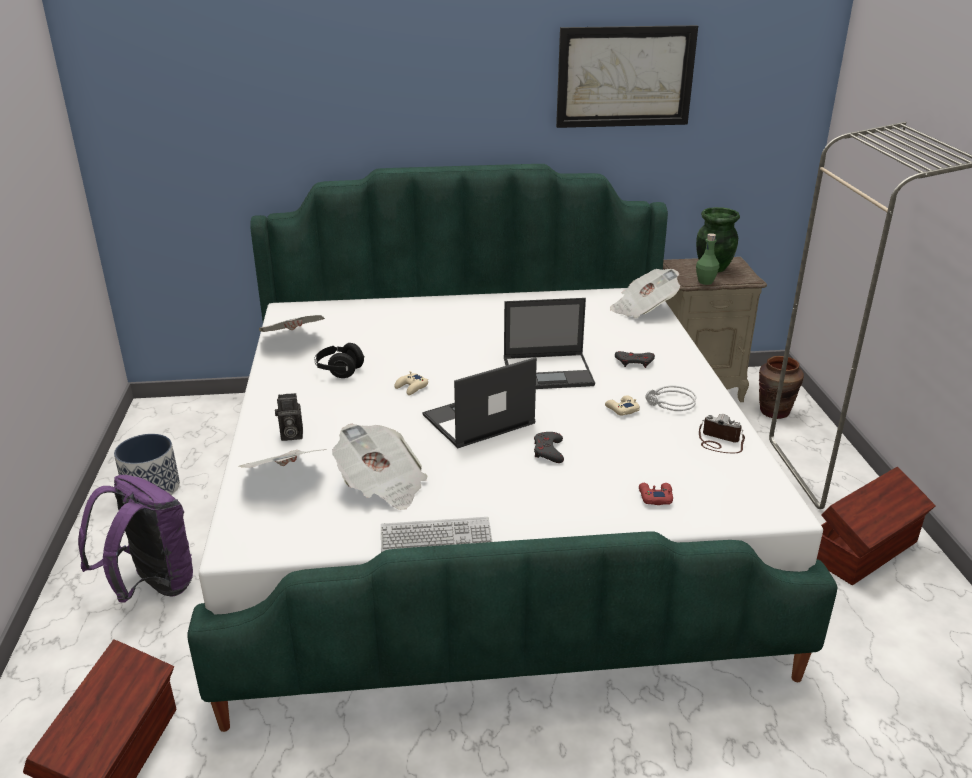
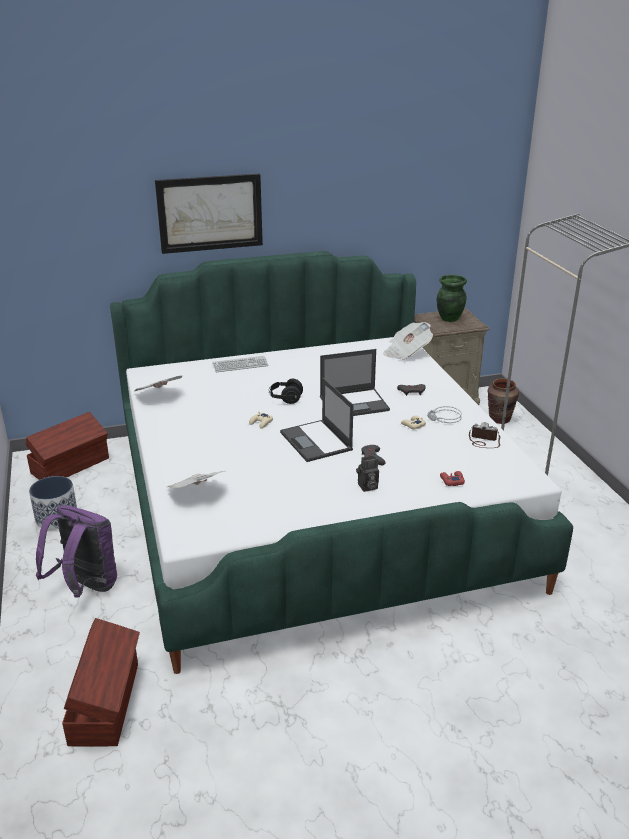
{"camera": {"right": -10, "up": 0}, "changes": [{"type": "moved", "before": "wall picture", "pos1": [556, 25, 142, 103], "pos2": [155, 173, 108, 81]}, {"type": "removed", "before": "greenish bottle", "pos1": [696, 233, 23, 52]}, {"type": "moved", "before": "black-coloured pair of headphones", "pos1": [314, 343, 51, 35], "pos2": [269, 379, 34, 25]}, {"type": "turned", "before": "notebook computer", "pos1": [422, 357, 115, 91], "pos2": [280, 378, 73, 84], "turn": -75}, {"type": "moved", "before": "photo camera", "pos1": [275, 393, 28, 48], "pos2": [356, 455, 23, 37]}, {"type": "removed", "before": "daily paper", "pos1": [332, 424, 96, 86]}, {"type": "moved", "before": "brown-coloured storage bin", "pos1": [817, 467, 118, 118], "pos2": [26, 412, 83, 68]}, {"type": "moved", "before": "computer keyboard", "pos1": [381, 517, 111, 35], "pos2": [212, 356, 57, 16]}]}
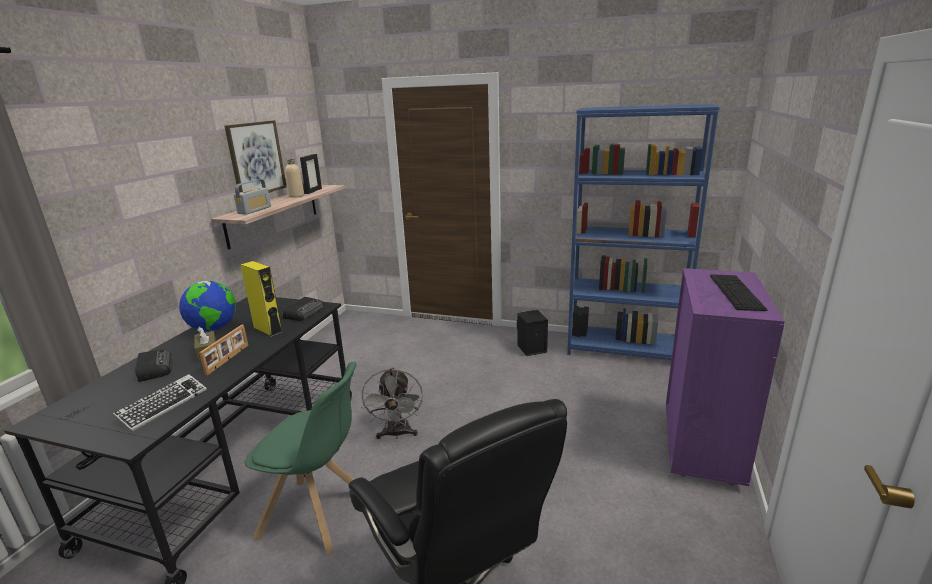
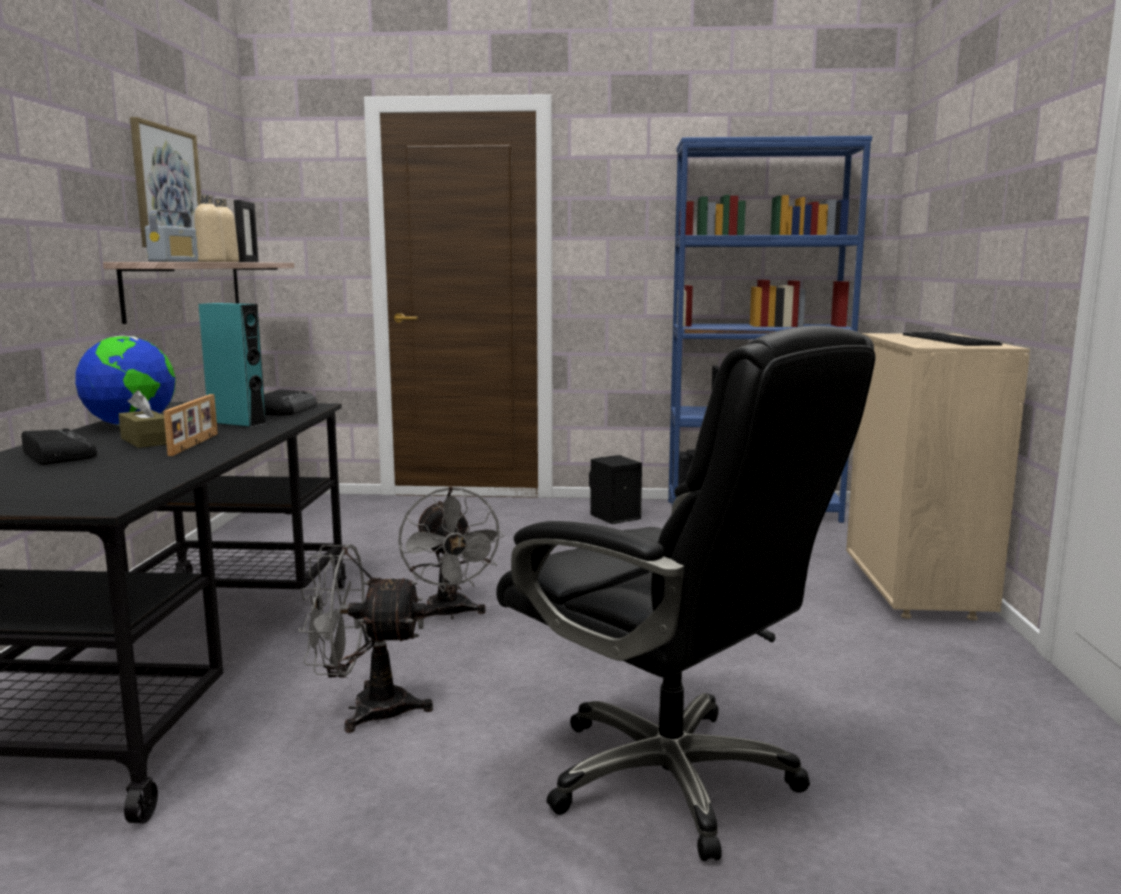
{"camera": {"right": -15, "up": -10}, "changes": [{"type": "recoloured", "before": "yellow-coloured loudspeaker", "after": "turquoise loudspeaker", "pos1": [240, 261, 43, 76], "pos2": [199, 303, 68, 124]}, {"type": "recoloured", "before": "purplish cabinet", "after": "beige cabinet", "pos1": [666, 268, 119, 218], "pos2": [846, 333, 184, 287]}, {"type": "replaced", "before": "greenish upright chair", "after": "greyish cooling fan", "pos1": [245, 362, 112, 193], "pos2": [298, 544, 135, 189]}, {"type": "removed", "before": "computer keyboard", "pos1": [113, 374, 94, 58]}, {"type": "added", "after": "beige bottle", "pos2": [194, 195, 32, 67]}]}
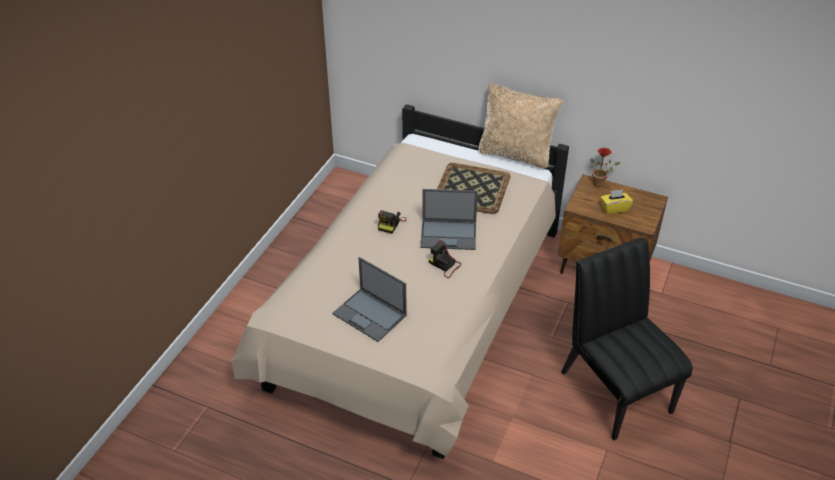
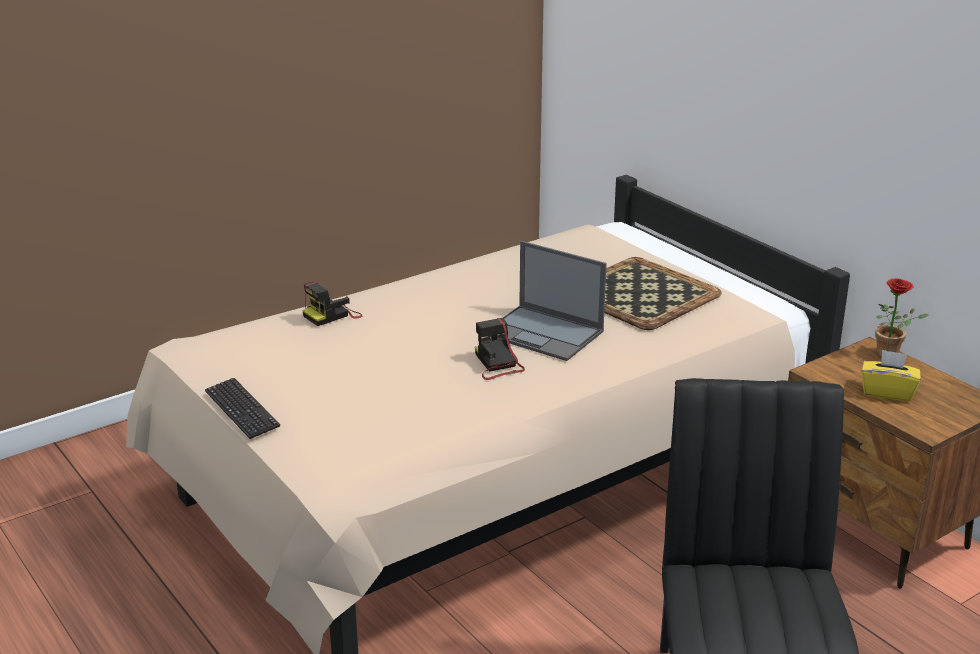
{"camera": {"right": 30, "up": -15}, "changes": [{"type": "removed", "before": "beige cushion", "pos1": [479, 83, 84, 86]}, {"type": "moved", "before": "photo camera", "pos1": [378, 210, 29, 24], "pos2": [302, 282, 61, 44]}, {"type": "removed", "before": "notebook computer", "pos1": [332, 257, 75, 85]}, {"type": "added", "after": "computer keyboard", "pos2": [205, 378, 75, 61]}]}
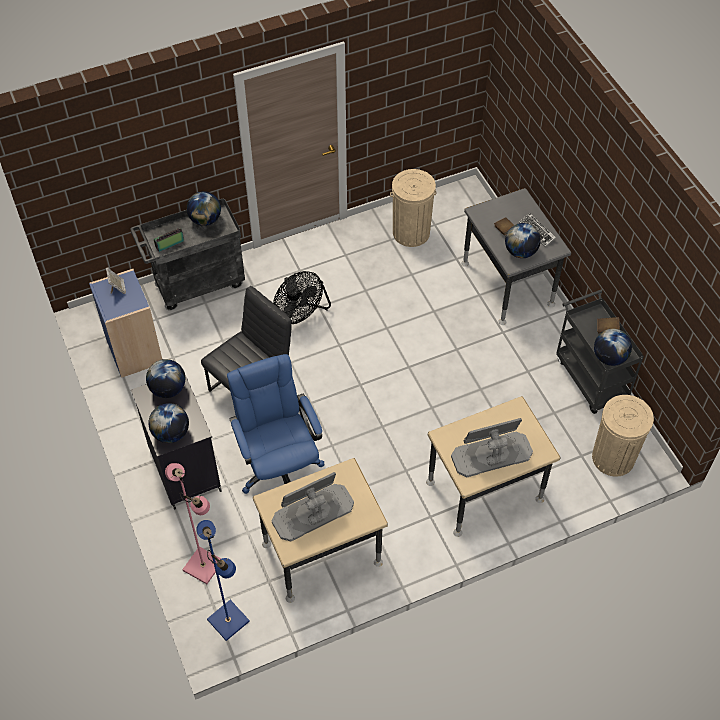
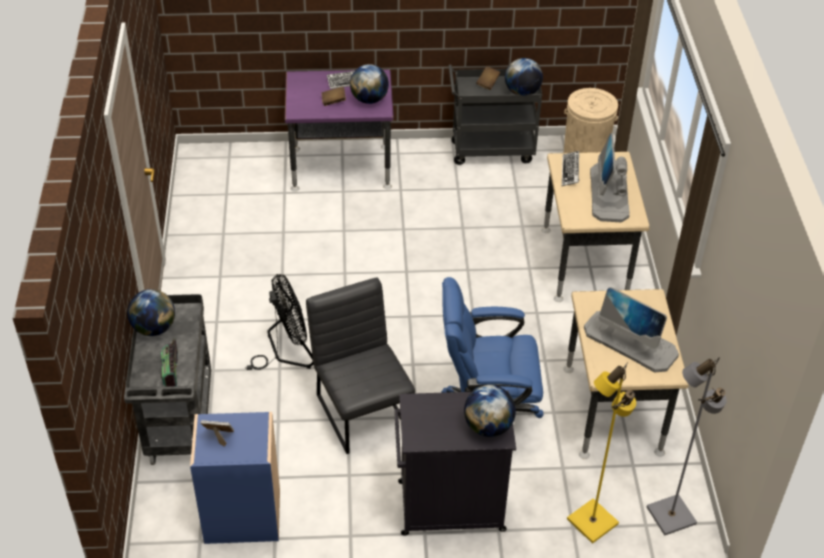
{"camera": {"right": -70, "up": -10}, "changes": [{"type": "removed", "before": "beige rubbish bin", "pos1": [390, 169, 46, 78]}, {"type": "recoloured", "before": "greyish desk unit", "after": "purplish desk unit", "pos1": [461, 188, 110, 137], "pos2": [285, 70, 109, 122]}, {"type": "removed", "before": "world globe", "pos1": [146, 359, 39, 39]}, {"type": "recoloured", "before": "pinkish standard lamp", "after": "yellow-coloured standard lamp", "pos1": [165, 463, 56, 121], "pos2": [567, 362, 69, 182]}, {"type": "turned", "before": "computer display", "pos1": [272, 472, 82, 69], "pos2": [584, 287, 95, 85], "turn": -45}, {"type": "recoloured", "before": "blue-coloured standard lamp", "after": "greyish standard lamp", "pos1": [196, 520, 54, 121], "pos2": [647, 358, 80, 177]}, {"type": "added", "after": "computer keyboard", "pos2": [562, 151, 18, 35]}]}
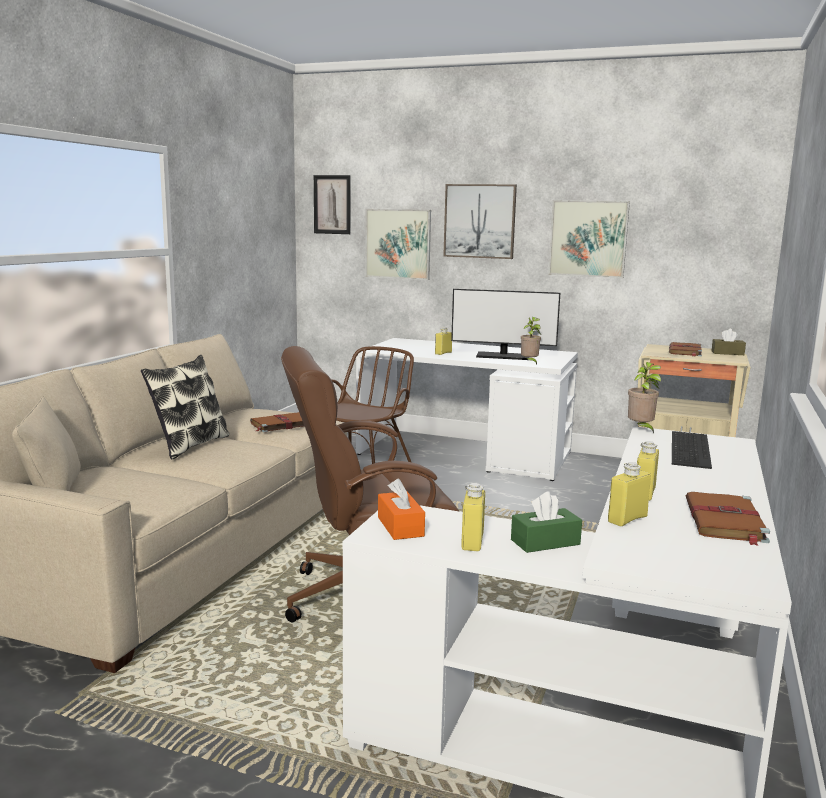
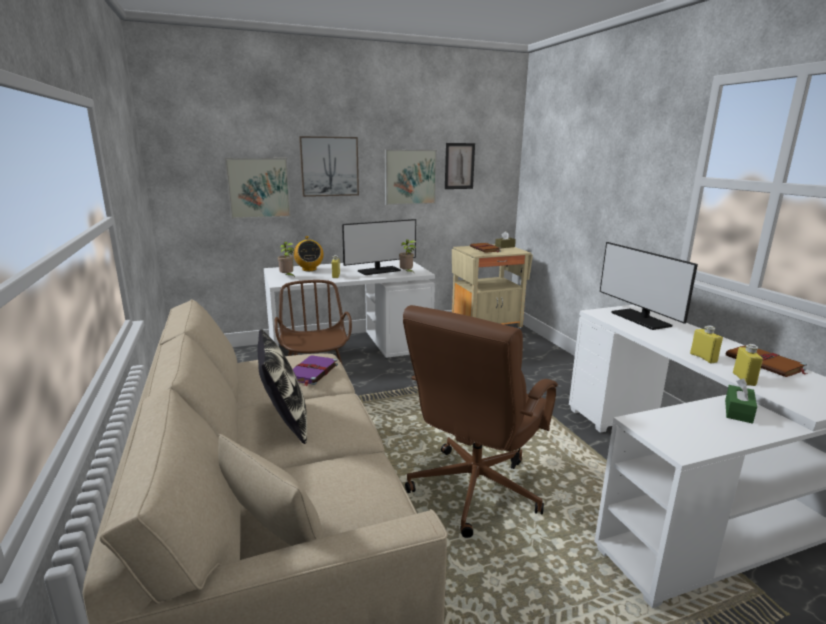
{"camera": {"right": -40, "up": 5}, "changes": [{"type": "moved", "before": "wall picture", "pos1": [314, 175, 37, 59], "pos2": [445, 143, 30, 46]}, {"type": "moved", "before": "houseplant", "pos1": [628, 362, 33, 72], "pos2": [278, 242, 17, 35]}, {"type": "recoloured", "before": "brown-coloured volume", "after": "purplish volume", "pos1": [250, 412, 54, 20], "pos2": [293, 355, 45, 31]}, {"type": "replaced", "before": "computer keyboard", "after": "computer display", "pos1": [672, 431, 40, 38], "pos2": [600, 242, 98, 88]}, {"type": "removed", "before": "orangey box of tissues", "pos1": [378, 479, 47, 61]}, {"type": "removed", "before": "yellow-coloured bottle", "pos1": [461, 483, 24, 68]}, {"type": "added", "after": "radio receiver", "pos2": [294, 236, 29, 35]}]}
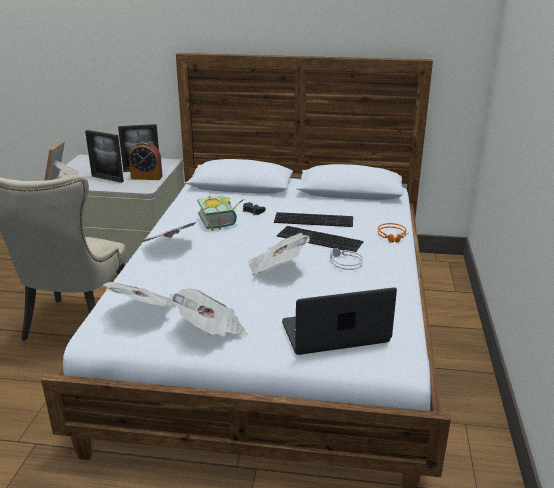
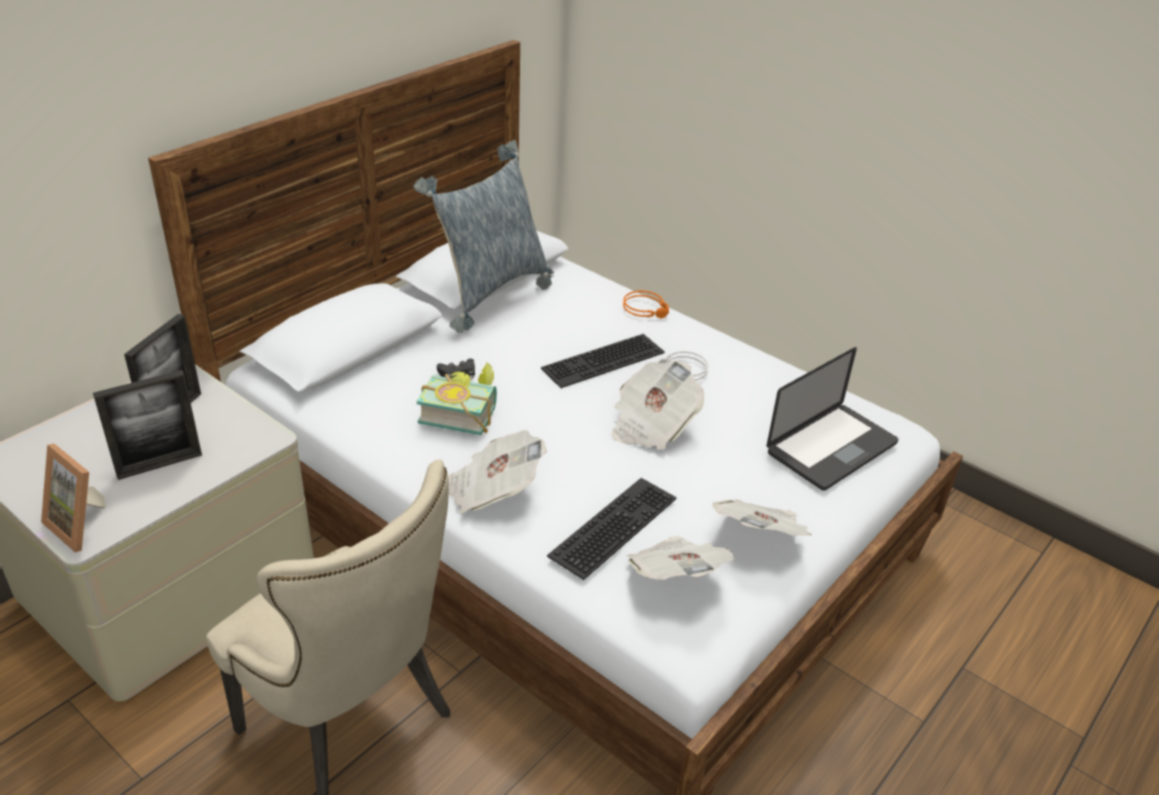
{"camera": {"right": -60, "up": 10}, "changes": [{"type": "removed", "before": "table clock", "pos1": [129, 141, 34, 39]}, {"type": "moved", "before": "computer keyboard", "pos1": [274, 212, 79, 15], "pos2": [547, 478, 130, 102]}, {"type": "turned", "before": "notebook computer", "pos1": [282, 287, 115, 68], "pos2": [766, 347, 132, 144], "turn": -150}, {"type": "added", "after": "cushion", "pos2": [414, 140, 140, 193]}]}
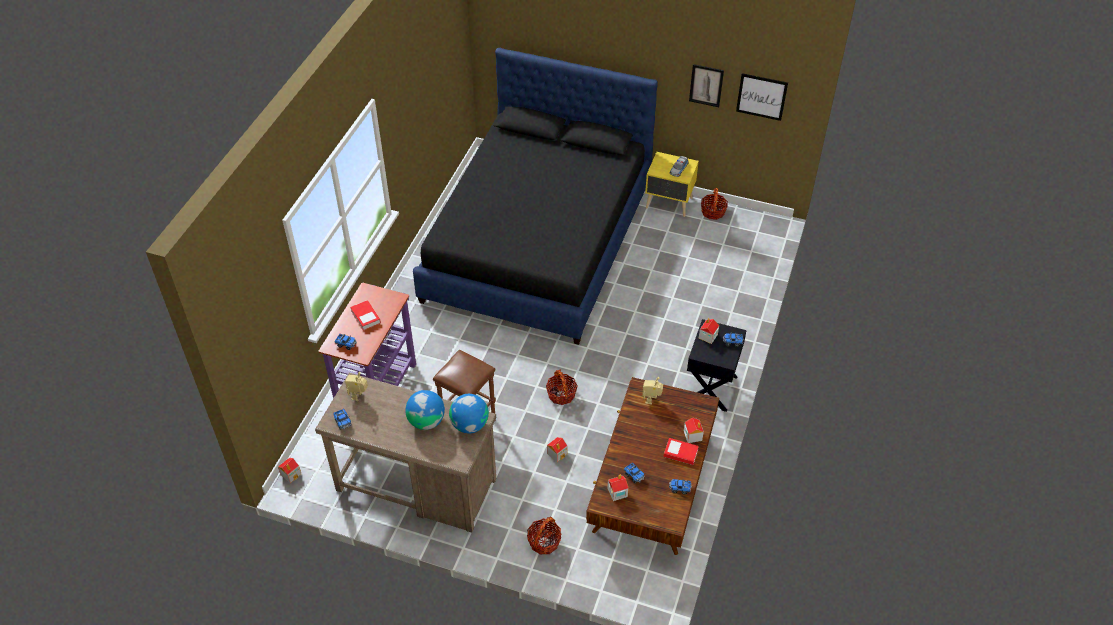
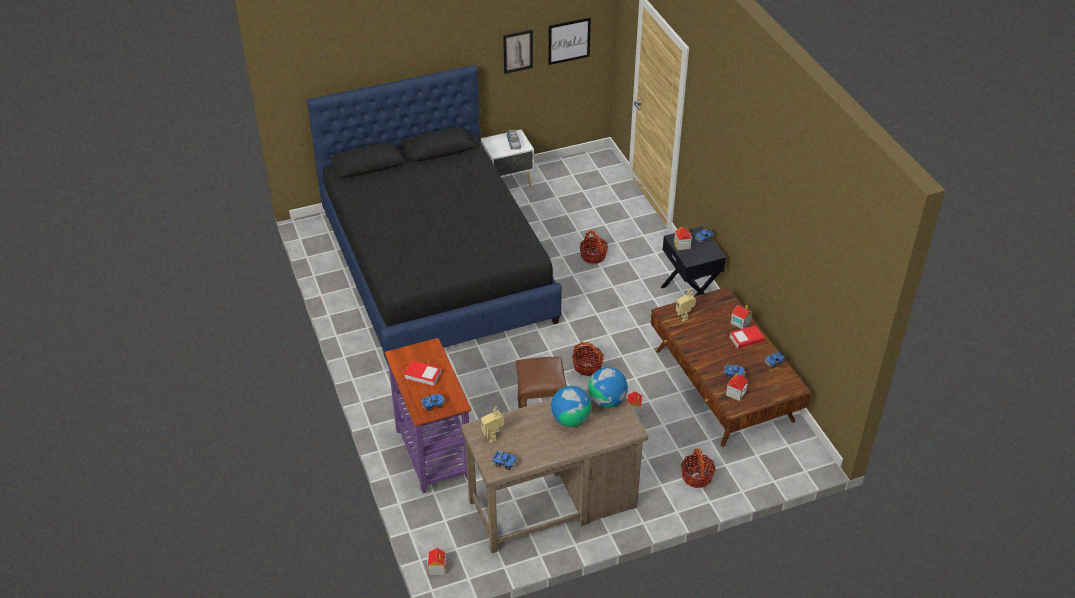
{"camera": {"right": -40, "up": -5}, "changes": [{"type": "recoloured", "before": "yellow-coloured bedside table", "after": "whitish bedside table", "pos1": [645, 152, 54, 65], "pos2": [481, 129, 53, 57]}, {"type": "moved", "before": "storage basket", "pos1": [701, 188, 27, 32], "pos2": [580, 231, 28, 33]}]}
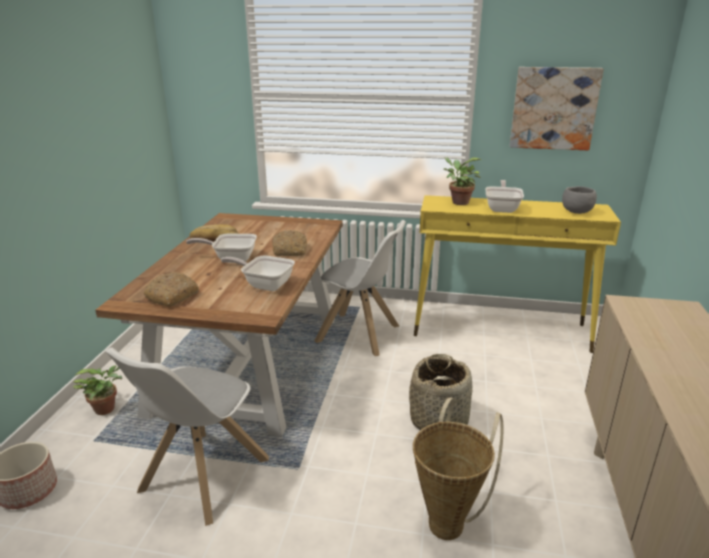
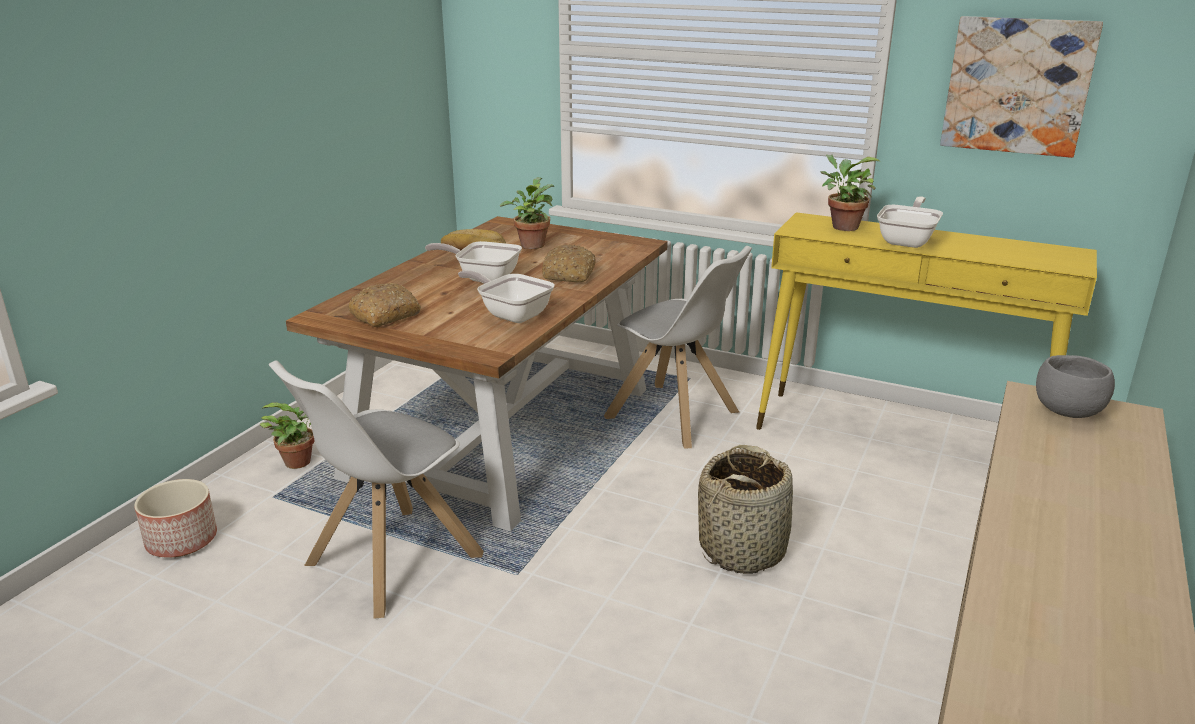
{"camera": {"right": 15, "up": 0}, "changes": [{"type": "moved", "before": "greyish bowl", "pos1": [562, 186, 35, 28], "pos2": [1036, 355, 79, 63]}, {"type": "removed", "before": "storage basket", "pos1": [413, 397, 91, 143]}, {"type": "added", "after": "houseplant", "pos2": [500, 177, 54, 72]}]}
